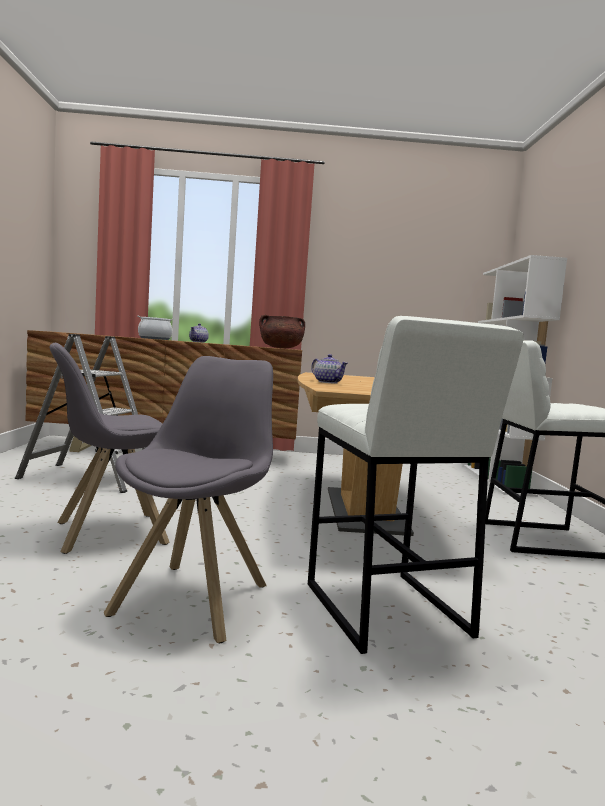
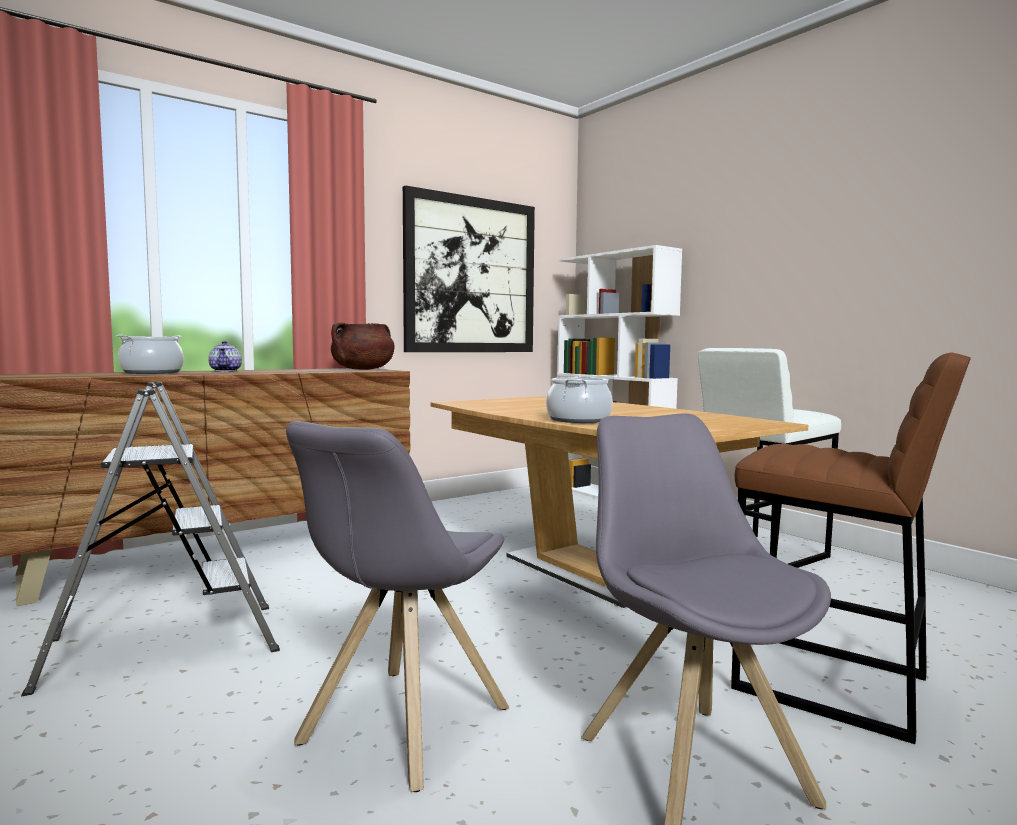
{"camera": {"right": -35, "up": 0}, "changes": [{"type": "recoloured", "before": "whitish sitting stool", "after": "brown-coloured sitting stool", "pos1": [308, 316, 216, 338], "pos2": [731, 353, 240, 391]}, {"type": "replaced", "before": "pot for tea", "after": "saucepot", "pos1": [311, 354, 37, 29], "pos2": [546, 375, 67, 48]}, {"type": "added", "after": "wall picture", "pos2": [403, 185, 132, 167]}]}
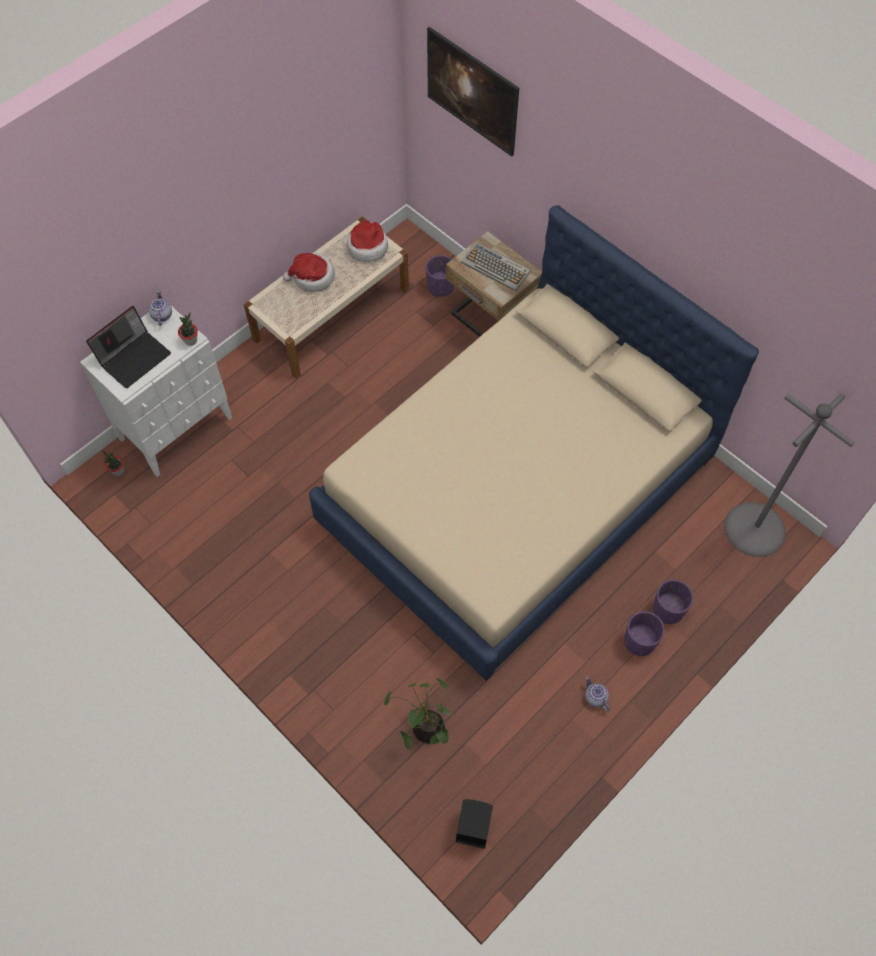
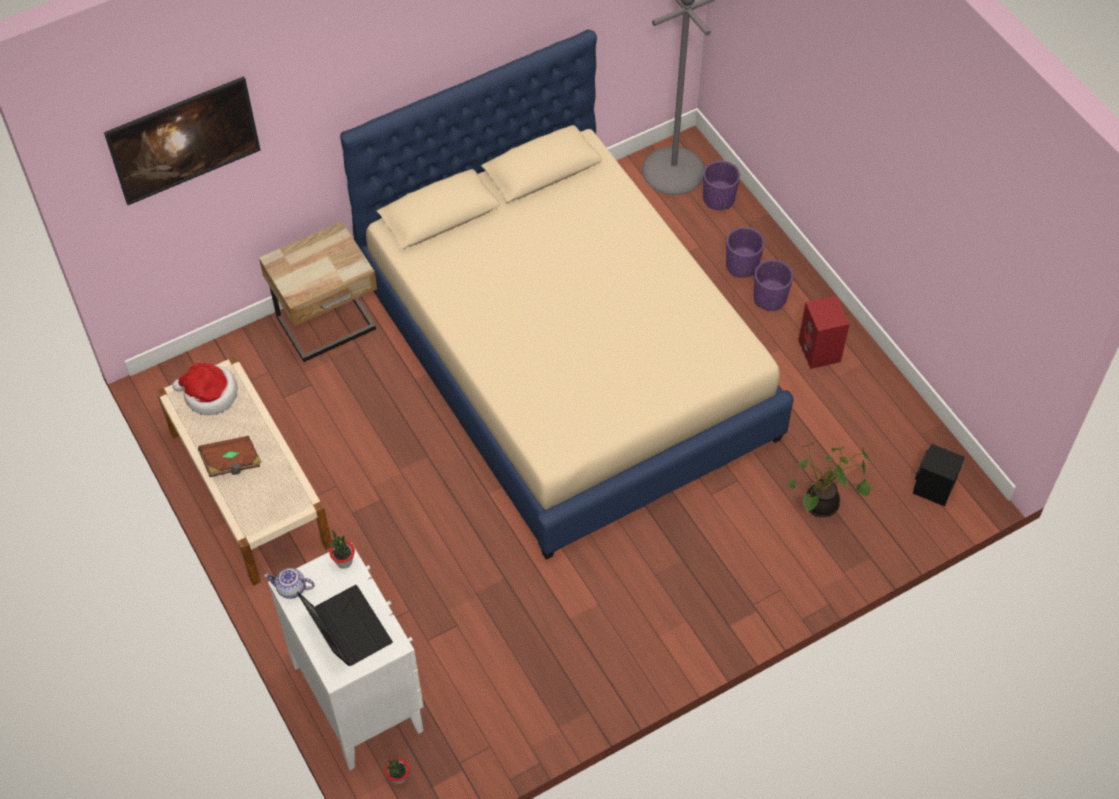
{"camera": {"right": -75, "up": -5}, "changes": [{"type": "removed", "before": "computer keyboard", "pos1": [461, 242, 70, 49]}, {"type": "replaced", "before": "hat", "after": "brown-coloured volume", "pos1": [283, 253, 52, 39], "pos2": [198, 436, 63, 41]}, {"type": "moved", "before": "purplish flower pot", "pos1": [426, 255, 28, 42], "pos2": [703, 160, 37, 50]}, {"type": "replaced", "before": "pot for tea", "after": "reddish loudspeaker", "pos1": [585, 677, 25, 34], "pos2": [798, 295, 52, 74]}]}
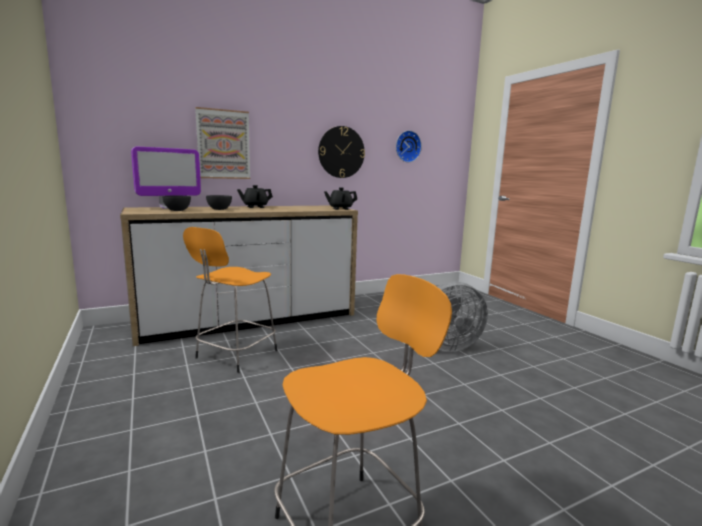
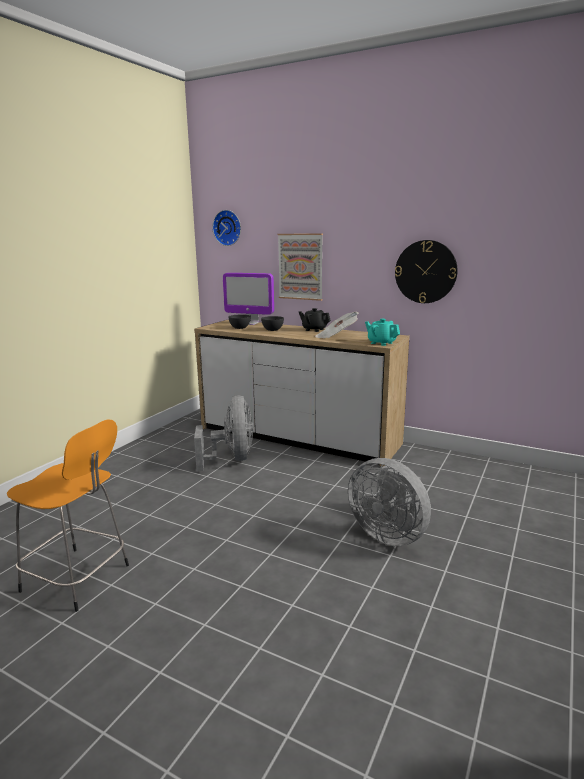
{"camera": {"right": 55, "up": 5}, "changes": [{"type": "moved", "before": "clock on the wall", "pos1": [396, 130, 26, 32], "pos2": [212, 210, 29, 36]}, {"type": "recoloured", "before": "black-coloured pot for tea", "after": "turquoise pot for tea", "pos1": [324, 187, 33, 23], "pos2": [365, 319, 35, 27]}, {"type": "replaced", "before": "orangey sitting stool", "after": "greyish cooling fan", "pos1": [183, 227, 94, 146], "pos2": [194, 395, 59, 76]}, {"type": "added", "after": "daily paper", "pos2": [315, 312, 44, 26]}]}
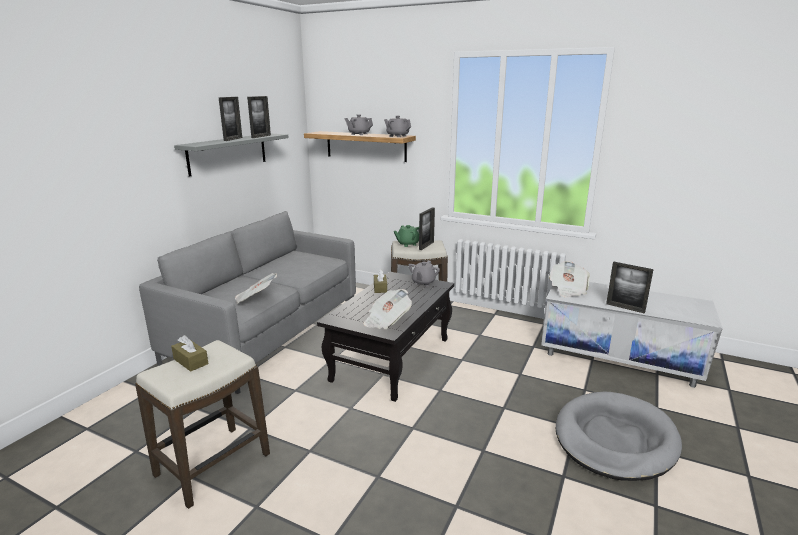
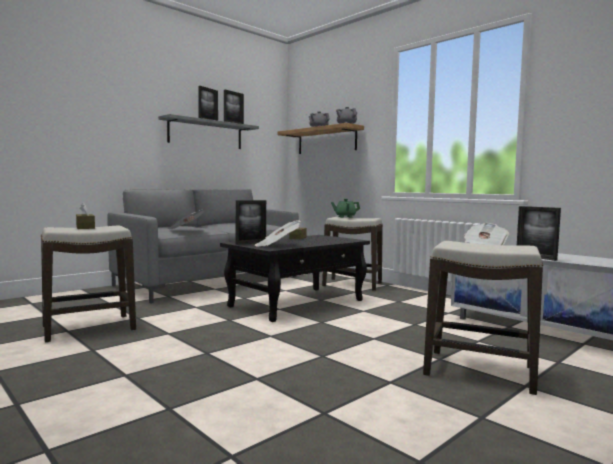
{"camera": {"right": 20, "up": -15}, "changes": [{"type": "moved", "before": "standing frame", "pos1": [419, 208, 16, 42], "pos2": [236, 200, 30, 45]}, {"type": "removed", "before": "greyish pot for tea", "pos1": [408, 261, 32, 25]}, {"type": "replaced", "before": "greyish pet bed", "after": "sitting stool", "pos1": [556, 392, 126, 89], "pos2": [423, 241, 120, 154]}]}
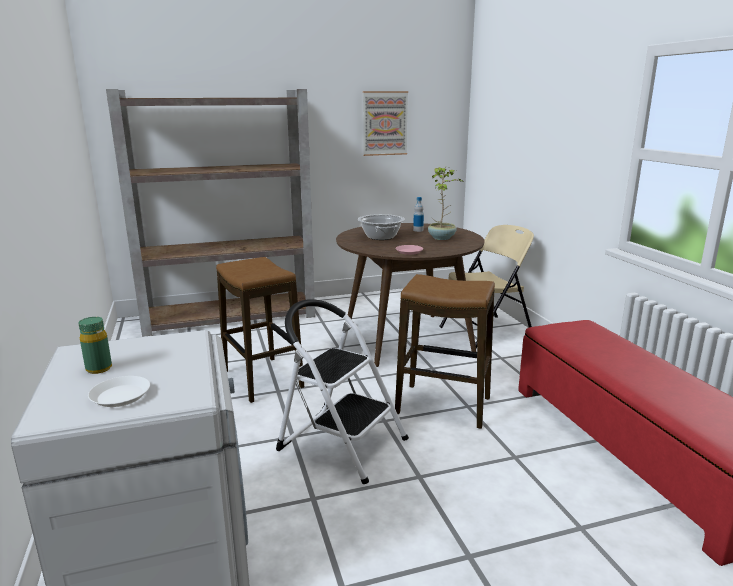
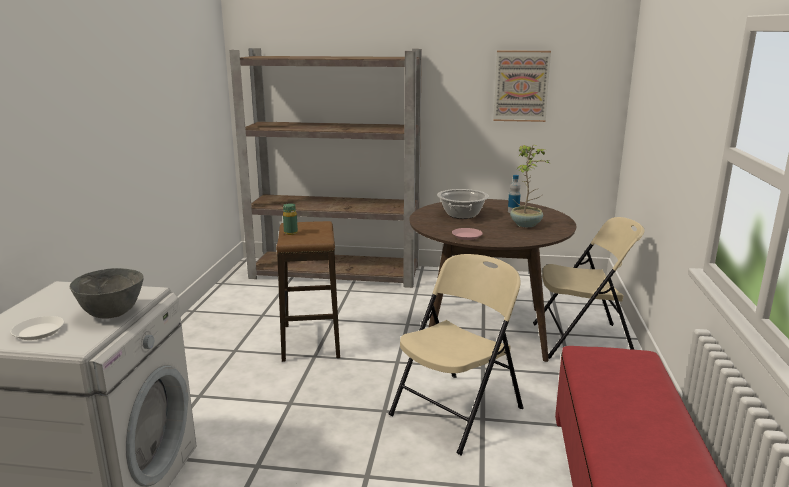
{"camera": {"right": 25, "up": 0}, "changes": [{"type": "replaced", "before": "sitting stool", "after": "beige upright chair", "pos1": [395, 274, 100, 155], "pos2": [389, 254, 134, 201]}, {"type": "removed", "before": "step stool", "pos1": [276, 299, 133, 185]}, {"type": "moved", "before": "greenish bottle", "pos1": [78, 317, 34, 57], "pos2": [283, 204, 15, 31]}, {"type": "added", "after": "greyish bowl", "pos2": [70, 268, 74, 51]}]}
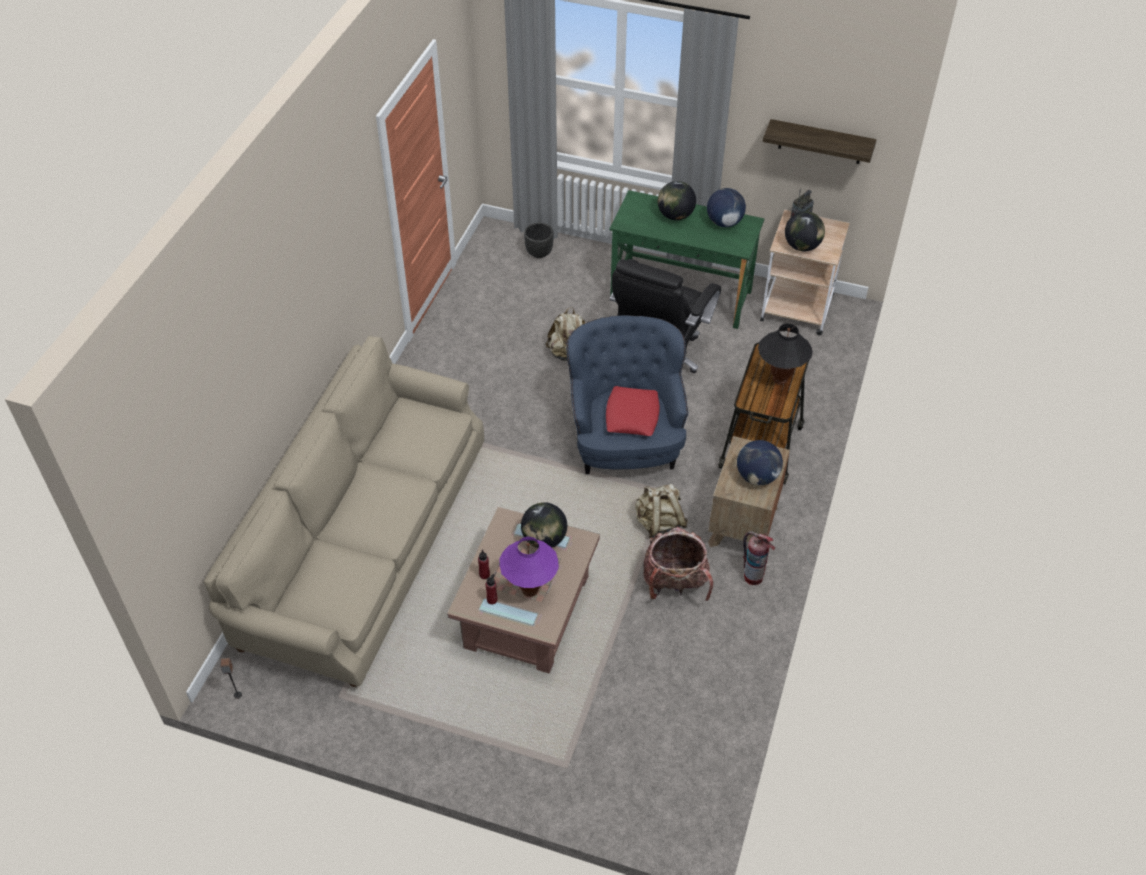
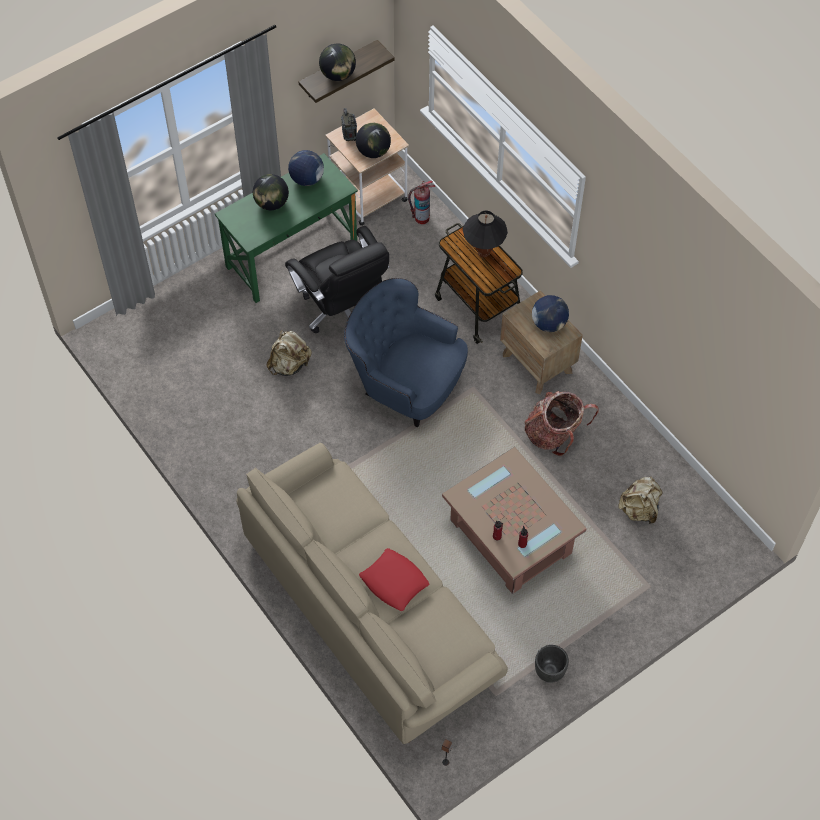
{"camera": {"right": -55, "up": 10}, "changes": [{"type": "moved", "before": "black-coloured flower pot", "pos1": [524, 223, 30, 35], "pos2": [535, 645, 34, 38]}, {"type": "moved", "before": "reddish cushion", "pos1": [606, 386, 54, 50], "pos2": [359, 548, 70, 63]}, {"type": "moved", "before": "beige knapsack", "pos1": [635, 483, 53, 55], "pos2": [619, 477, 44, 47]}, {"type": "moved", "before": "world globe", "pos1": [521, 502, 46, 46], "pos2": [319, 44, 37, 37]}, {"type": "moved", "before": "extinguisher", "pos1": [743, 531, 32, 54], "pos2": [408, 181, 28, 43]}, {"type": "removed", "before": "purplish tabletop lamp", "pos1": [499, 537, 60, 60]}]}
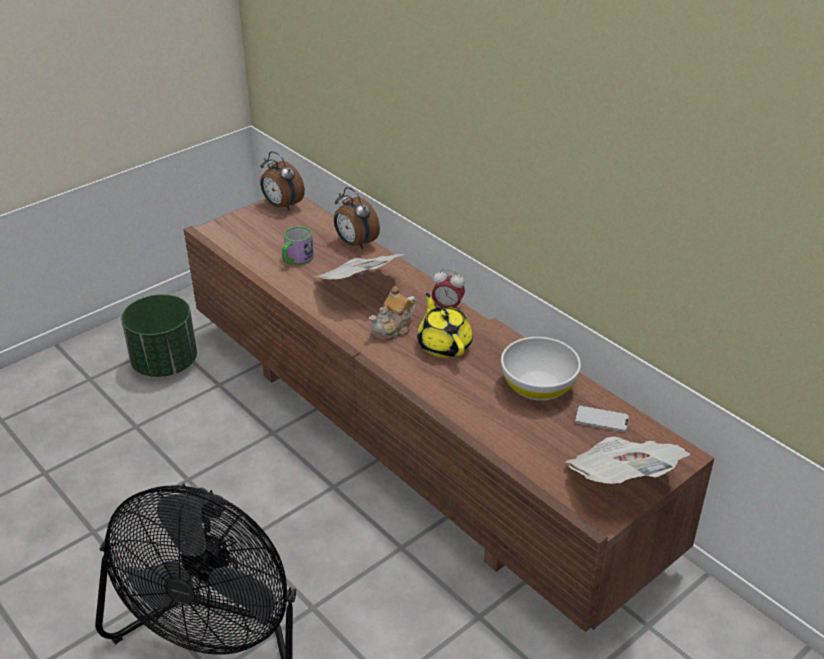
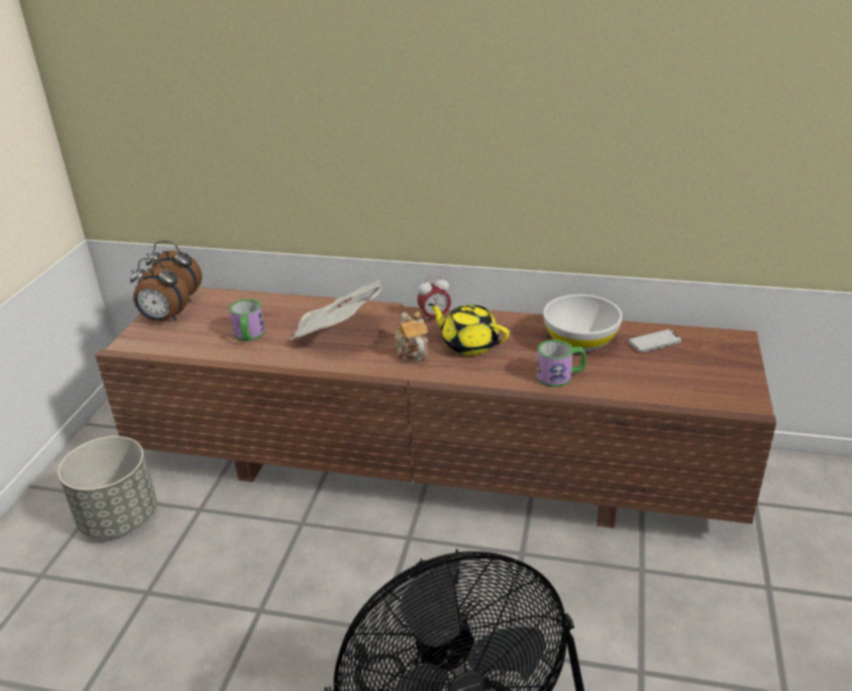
{"camera": {"right": -35, "up": -5}, "changes": [{"type": "moved", "before": "table clock", "pos1": [334, 187, 46, 63], "pos2": [130, 258, 59, 63]}, {"type": "turned", "before": "pot for tea", "pos1": [369, 286, 48, 54], "pos2": [395, 311, 33, 51], "turn": 150}, {"type": "recoloured", "before": "greenish flower pot", "after": "greyish flower pot", "pos1": [121, 294, 76, 83], "pos2": [58, 436, 99, 102]}, {"type": "removed", "before": "daily paper", "pos1": [565, 436, 125, 48]}, {"type": "added", "after": "tea mug", "pos2": [537, 340, 49, 47]}]}
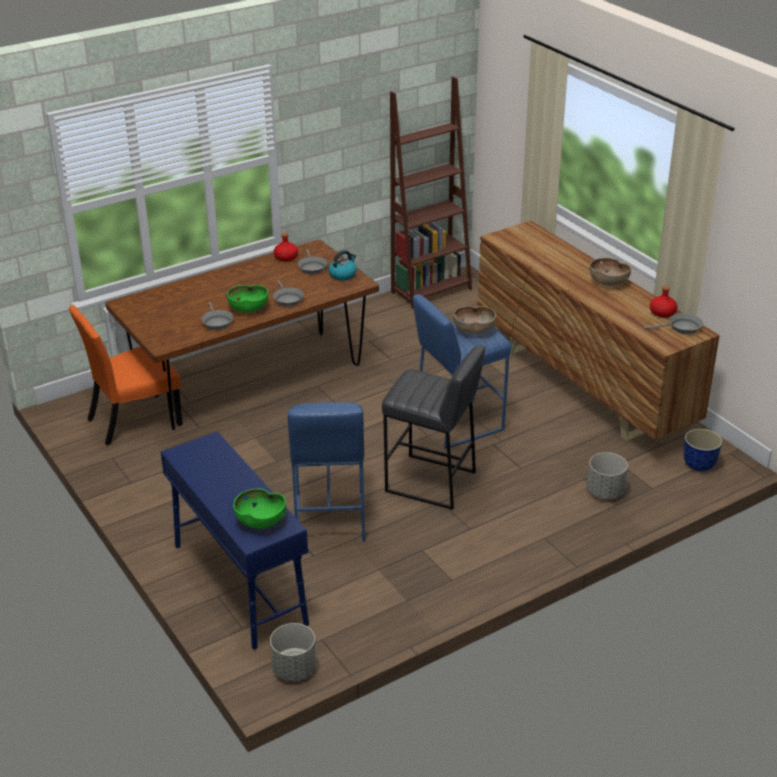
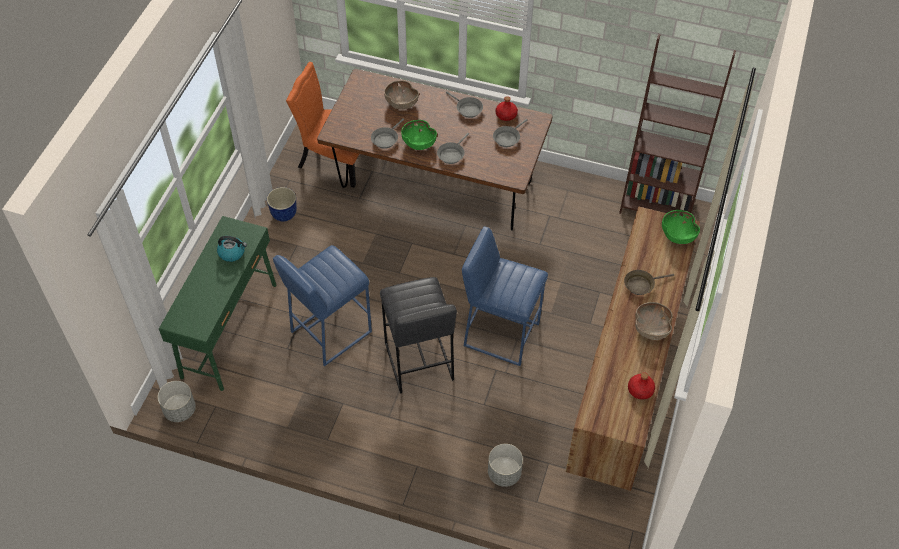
{"camera": {"right": 50, "up": 20}, "changes": [{"type": "moved", "before": "kettle", "pos1": [328, 250, 29, 31], "pos2": [217, 236, 30, 26]}, {"type": "moved", "before": "brown-coloured bowl", "pos1": [453, 306, 43, 28], "pos2": [384, 80, 35, 30]}, {"type": "moved", "before": "greyish pan", "pos1": [644, 313, 59, 21], "pos2": [446, 92, 37, 26]}, {"type": "moved", "before": "flower pot", "pos1": [684, 429, 38, 42], "pos2": [267, 187, 30, 35]}, {"type": "recoloured", "before": "blue-coloured console table", "after": "greenish console table", "pos1": [160, 431, 149, 218], "pos2": [159, 216, 118, 175]}, {"type": "moved", "before": "greenish bowl", "pos1": [233, 488, 53, 41], "pos2": [662, 210, 38, 34]}, {"type": "added", "after": "brown-coloured pan", "pos2": [624, 270, 50, 25]}]}
